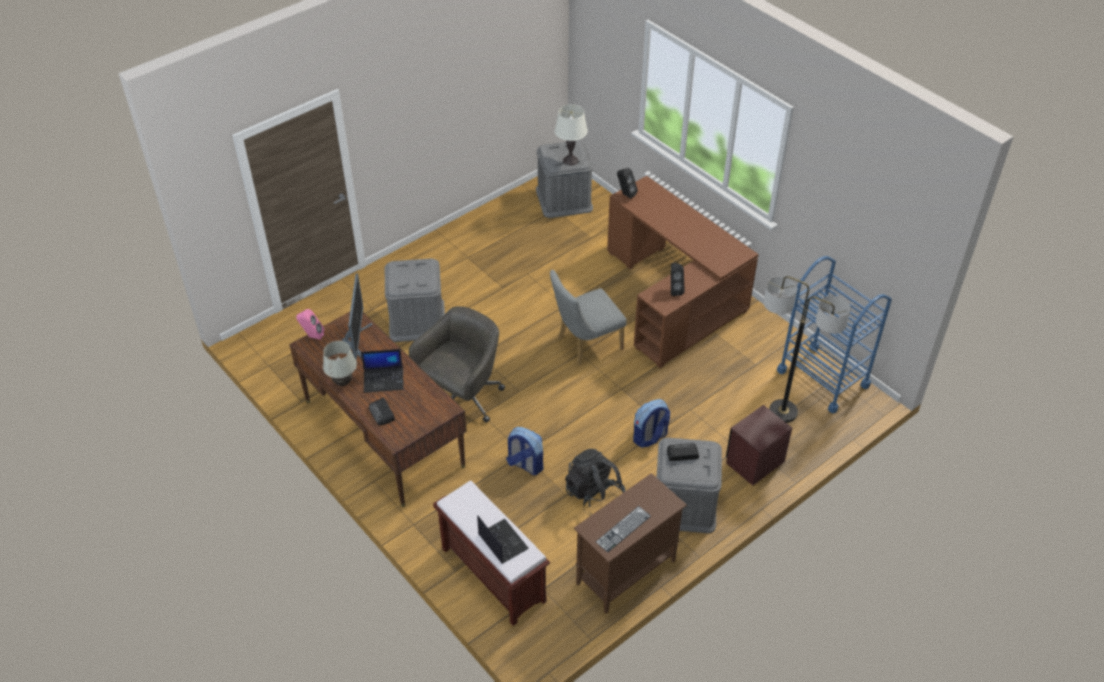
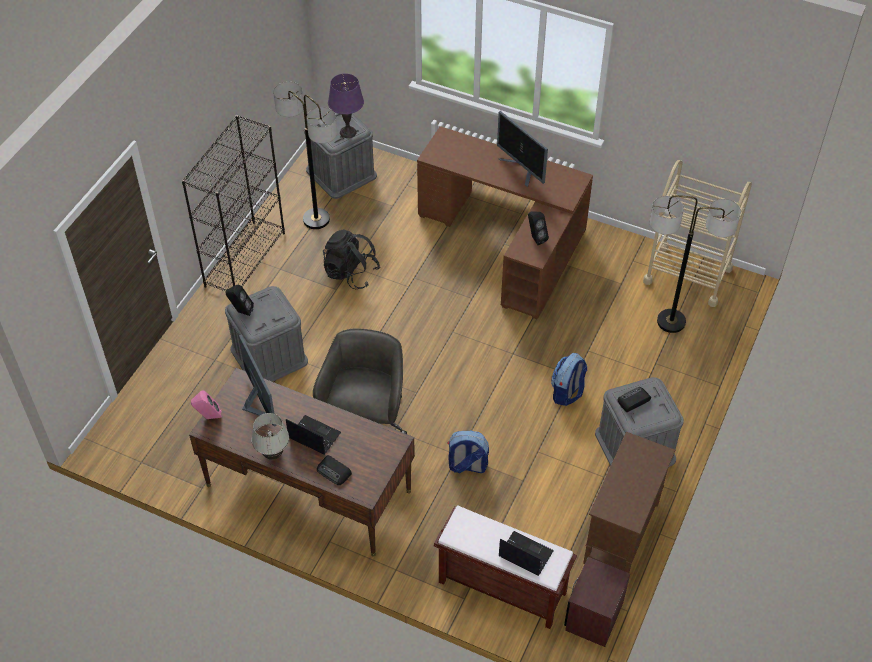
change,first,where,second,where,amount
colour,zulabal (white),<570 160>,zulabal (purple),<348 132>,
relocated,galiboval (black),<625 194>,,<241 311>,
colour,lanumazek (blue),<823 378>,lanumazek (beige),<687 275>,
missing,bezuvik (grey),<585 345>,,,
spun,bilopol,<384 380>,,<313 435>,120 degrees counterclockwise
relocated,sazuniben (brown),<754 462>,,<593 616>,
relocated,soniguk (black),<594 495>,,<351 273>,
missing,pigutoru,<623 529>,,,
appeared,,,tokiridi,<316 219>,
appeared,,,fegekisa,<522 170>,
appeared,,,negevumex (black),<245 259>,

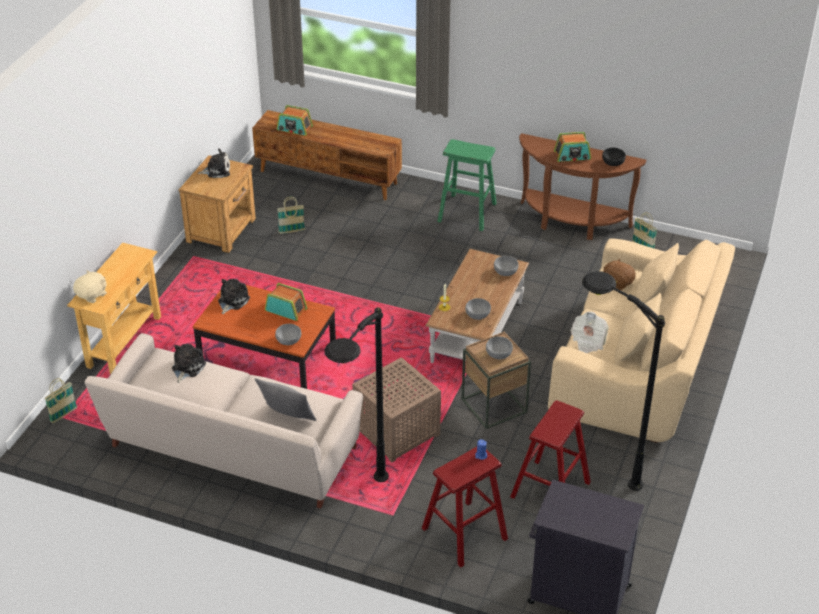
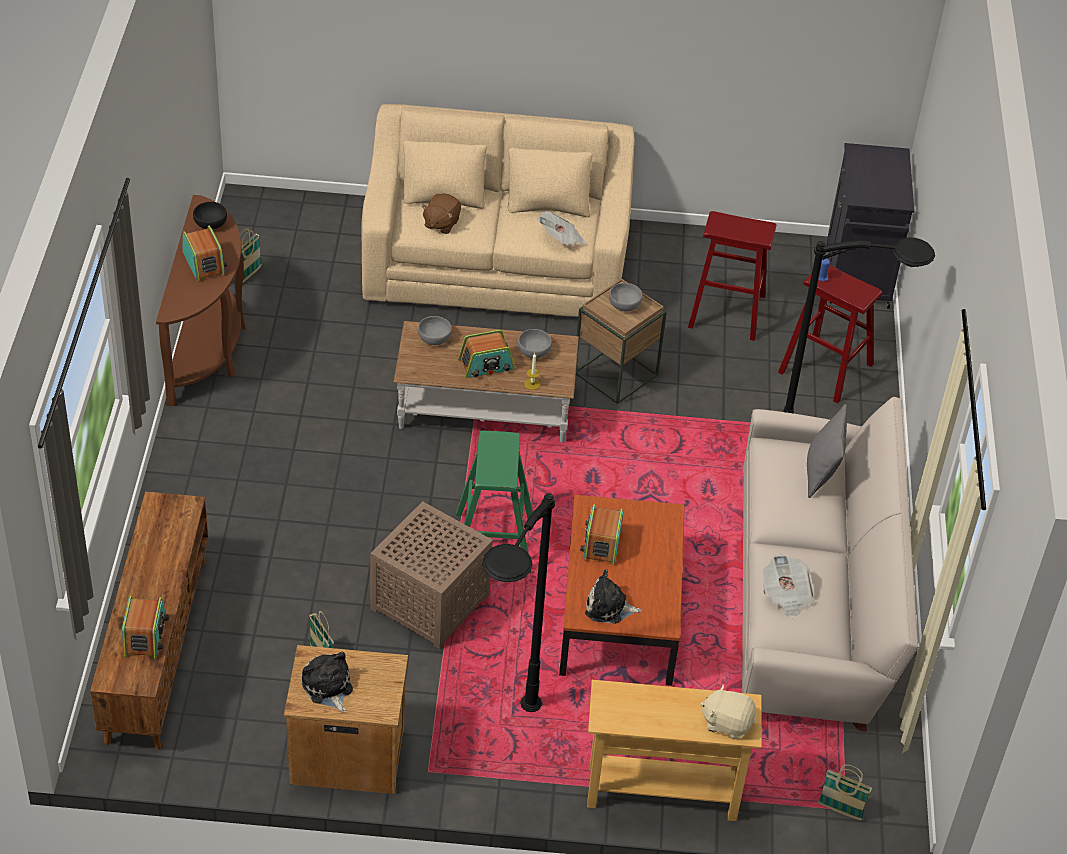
change,first,where,second,where,amount
relocated,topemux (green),<467 212>,,<493 542>,
relocated,tokiridi (black),<595 462>,,<503 754>,
missing,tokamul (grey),<289 340>,,,
exchanged,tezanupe,<187 367>,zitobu,<786 596>,
relocated,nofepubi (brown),<397 430>,,<428 602>,
appeared,,,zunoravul,<486 365>,

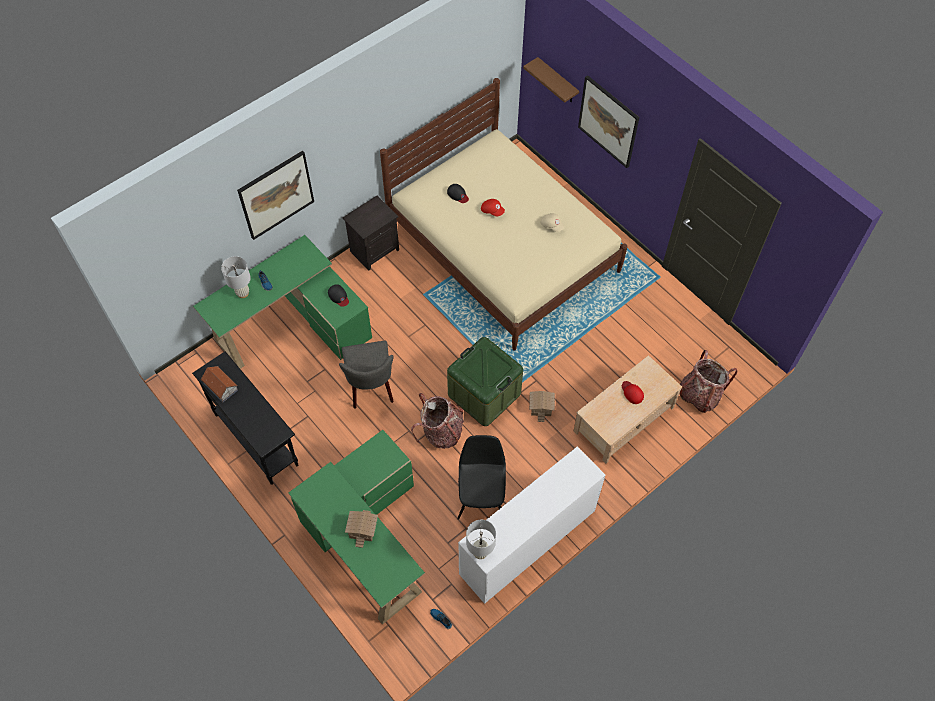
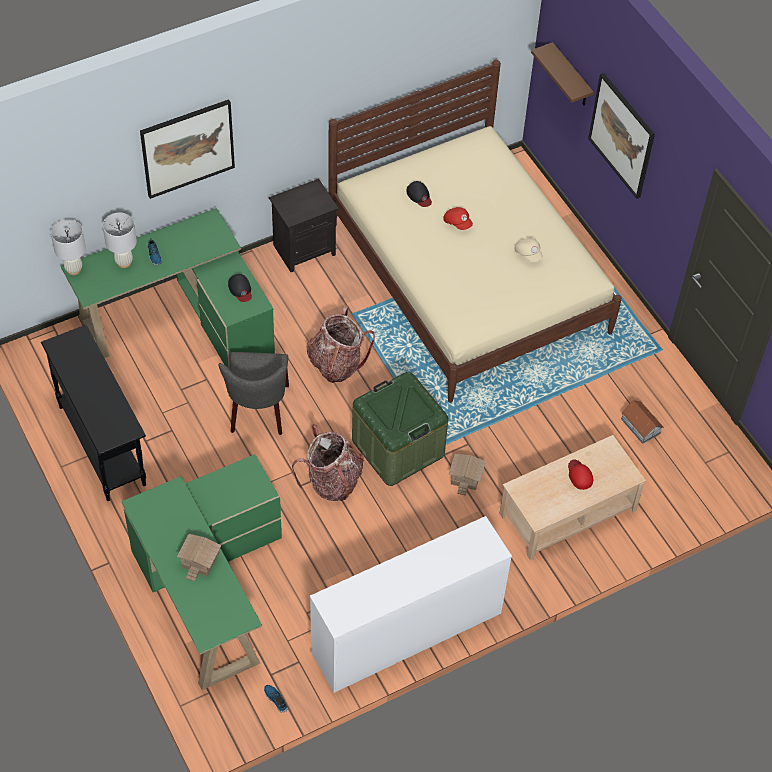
change,first,where,second,where,amount
relocated,soniguk,<700 395>,,<336 363>,
relocated,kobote,<220 386>,,<640 425>,
missing,bezuvik (black),<481 498>,,,
relocated,zulabal (white),<480 552>,,<74 269>,

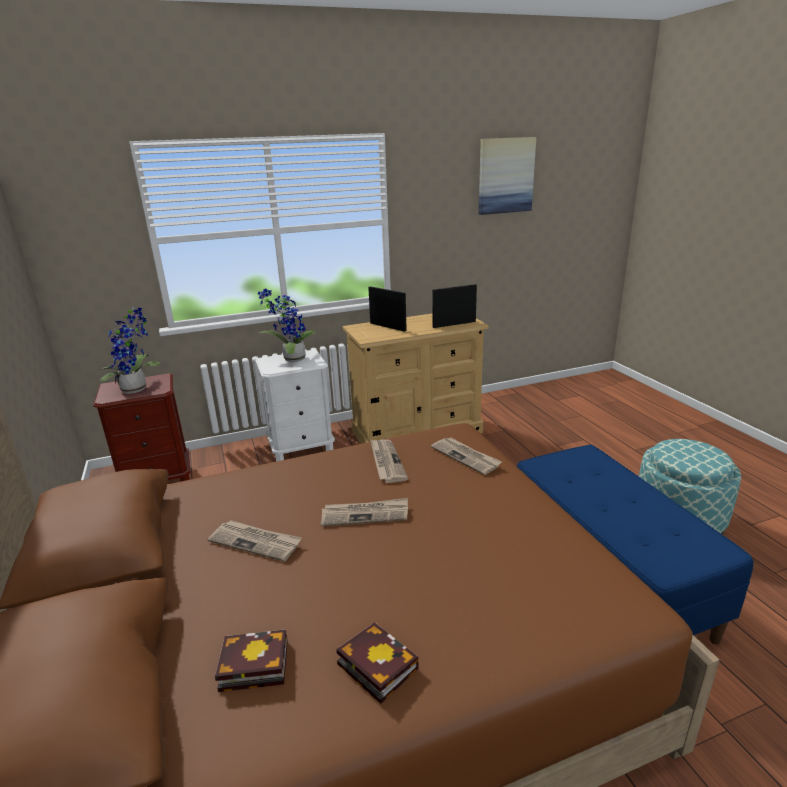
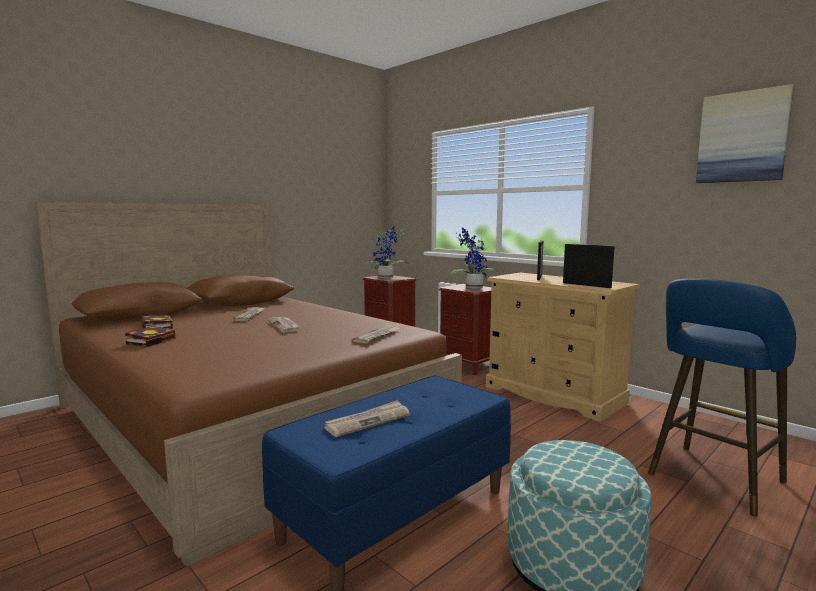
change,first,where,second,where,amount
colour,sazuniben (white),<302 449>,sazuniben (brown),<467 366>,
relocated,zitobu,<386 462>,,<368 421>,
appeared,,,topemux (blue),<713 480>,

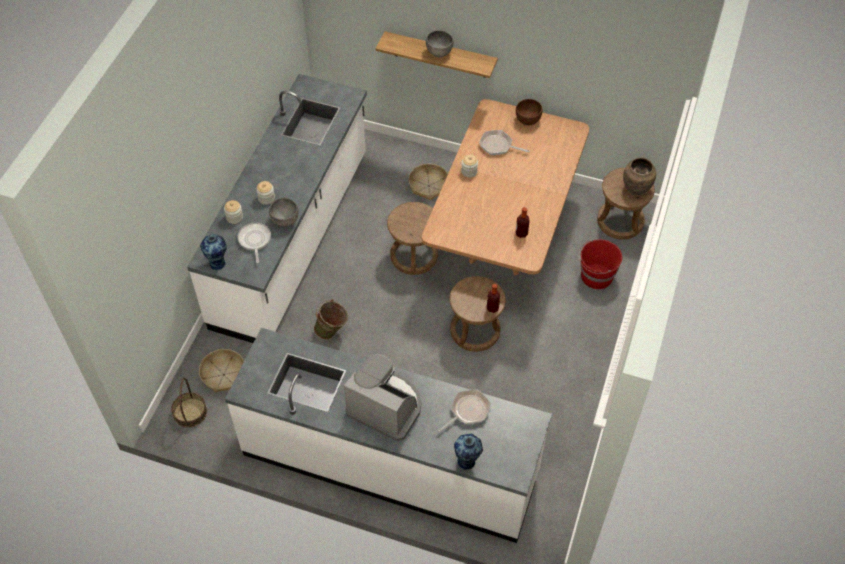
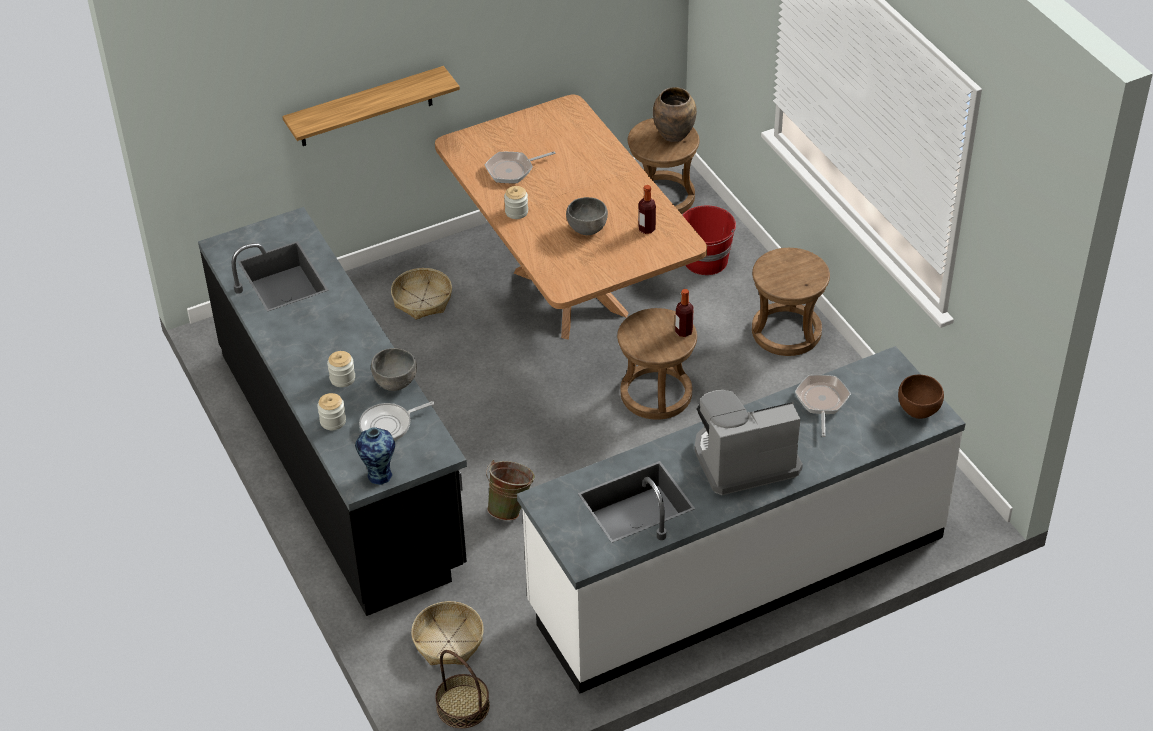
change,first,where,second,where,amount
relocated,tokamul (grey),<439 53>,,<587 229>,
colour,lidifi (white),<293 240>,lidifi (black),<341 458>,
relocated,tokamul (brown),<527 120>,,<918 411>,
relocated,topemux (brown),<414 255>,,<786 332>,
spun,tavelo,<254 240>,,<389 425>,60 degrees counterclockwise
missing,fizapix,<467 462>,,,

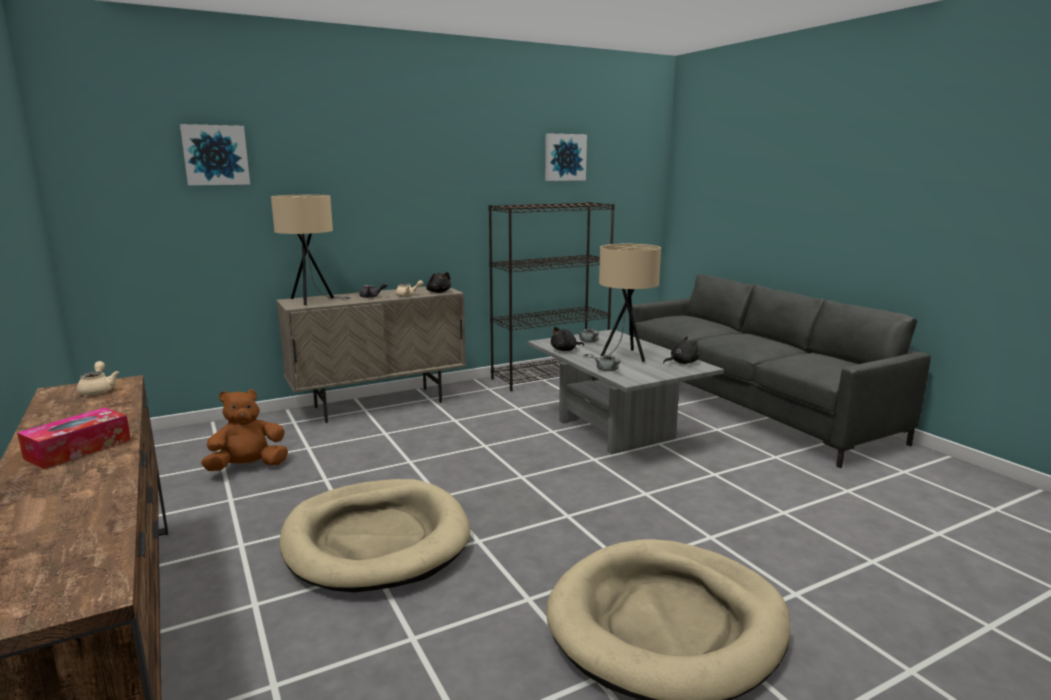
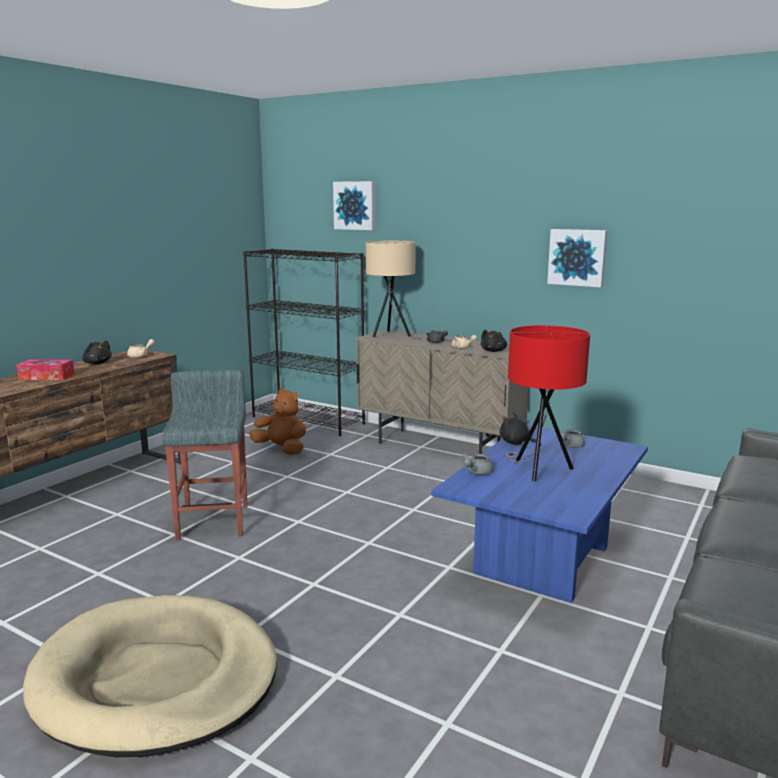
change,first,where,second,where,amount
relocated,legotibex,<564 157>,,<577 257>,
relocated,negevumex (black),<550 376>,,<308 420>,
colour,zulabal (beige),<622 357>,zulabal (red),<538 470>,
colour,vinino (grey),<615 429>,vinino (blue),<542 560>,
relocated,tezanupe (black),<682 363>,,<97 363>,
exchanged,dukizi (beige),<376 540>,topemux (grey),<214 521>,

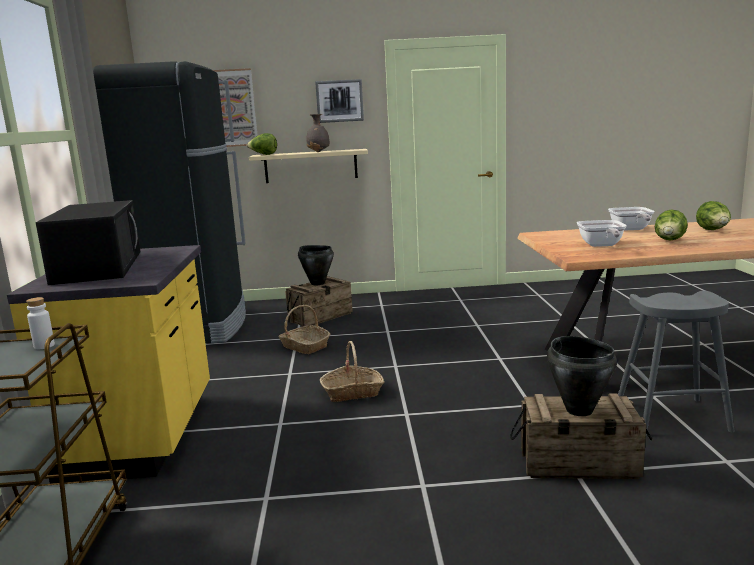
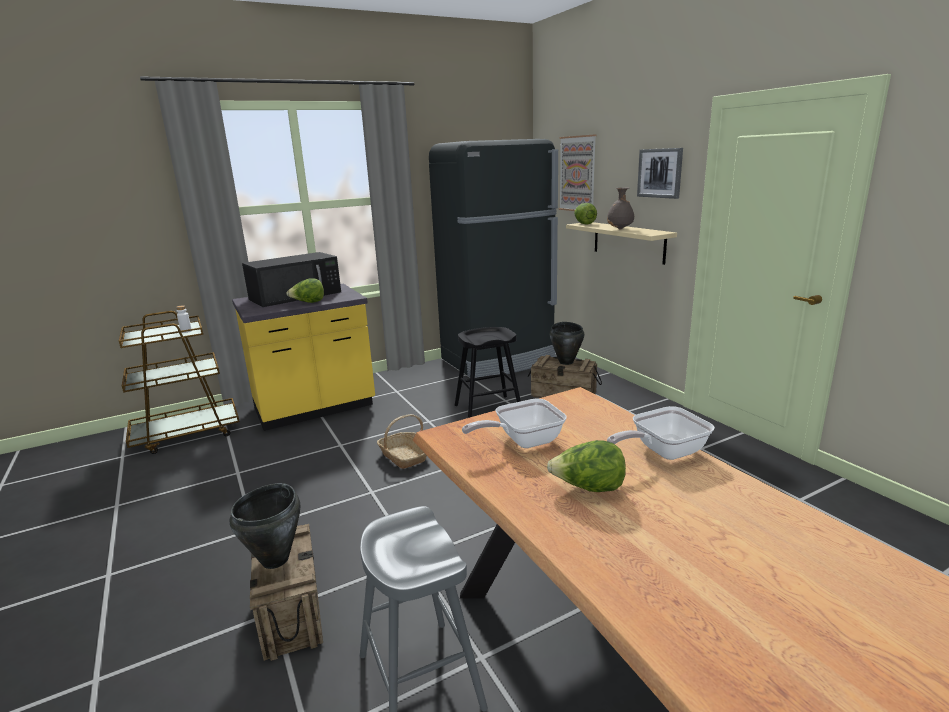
change,first,where,second,where,amount
relocated,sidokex,<713 230>,,<308 303>,
exchanged,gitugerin,<304 346>,topemux (black),<488 409>,

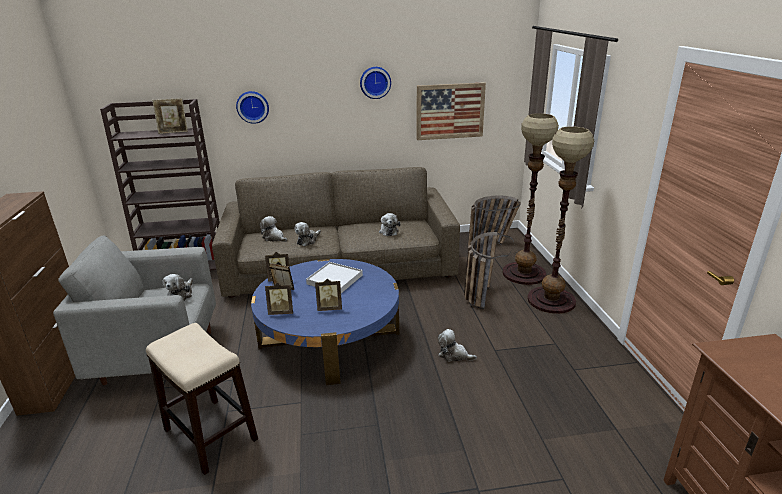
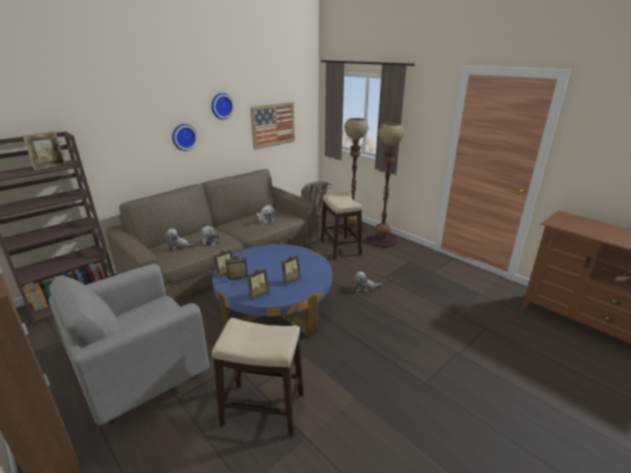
change,first,where,second,where,amount
relocated,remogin,<252 107>,,<183 137>,
exchanged,gitugerin,<481 293>,topemux,<340 248>,
missing,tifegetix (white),<335 279>,,,
missing,tezanupe,<181 295>,,,

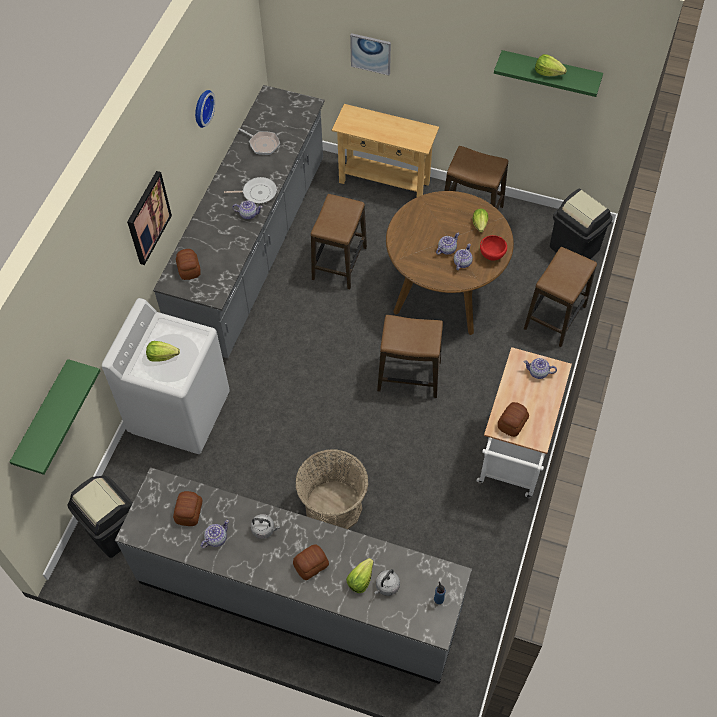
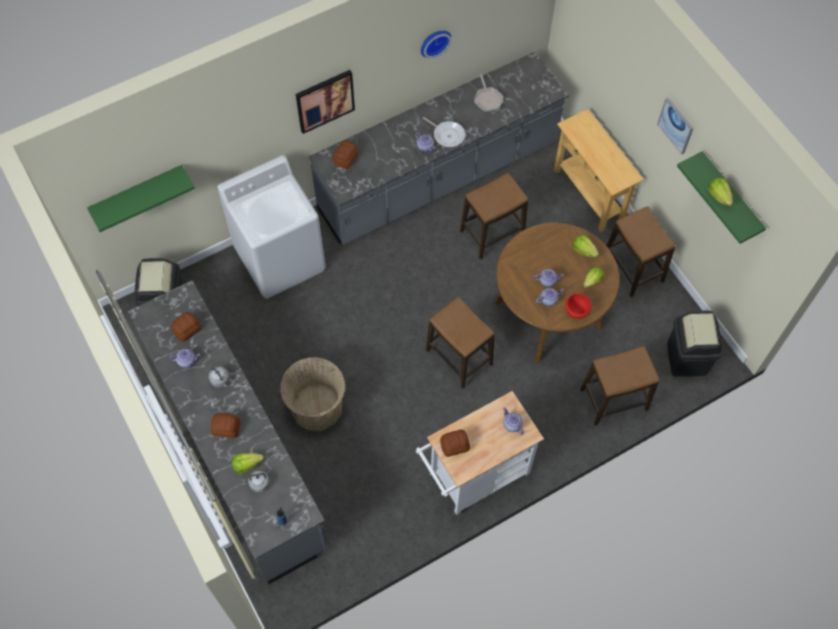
change,first,where,second,where,amount
relocated,legotibex,<370 53>,,<676 125>,
relocated,sidokex,<162 356>,,<584 250>,

